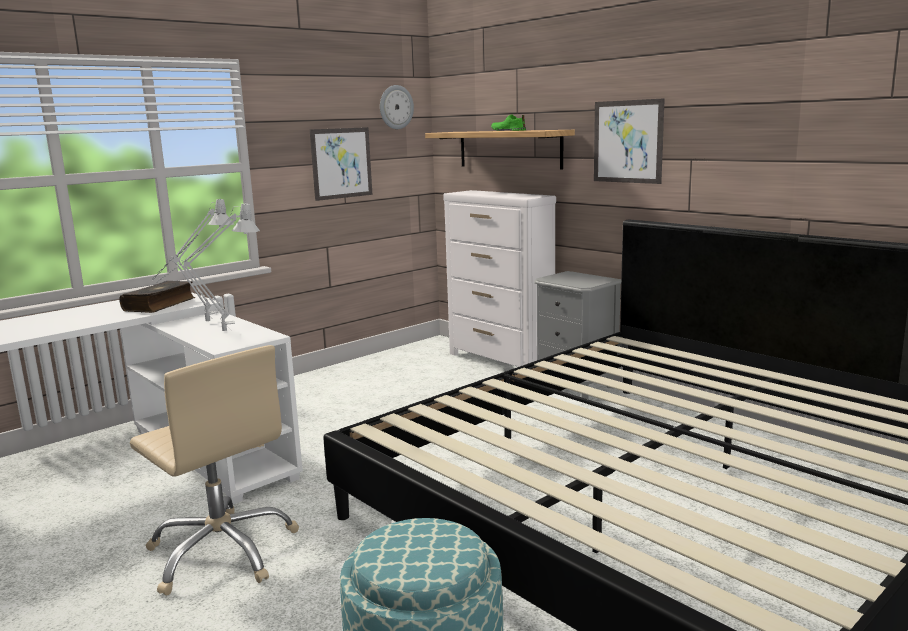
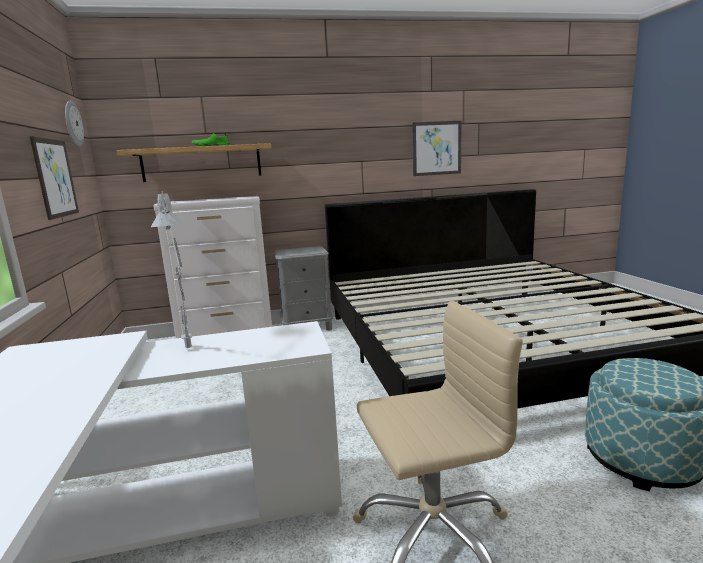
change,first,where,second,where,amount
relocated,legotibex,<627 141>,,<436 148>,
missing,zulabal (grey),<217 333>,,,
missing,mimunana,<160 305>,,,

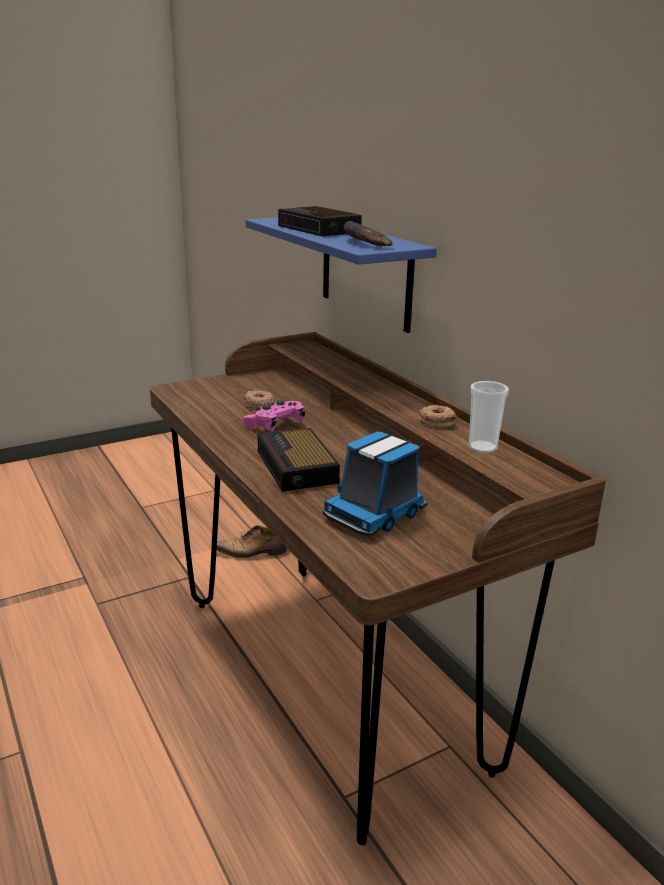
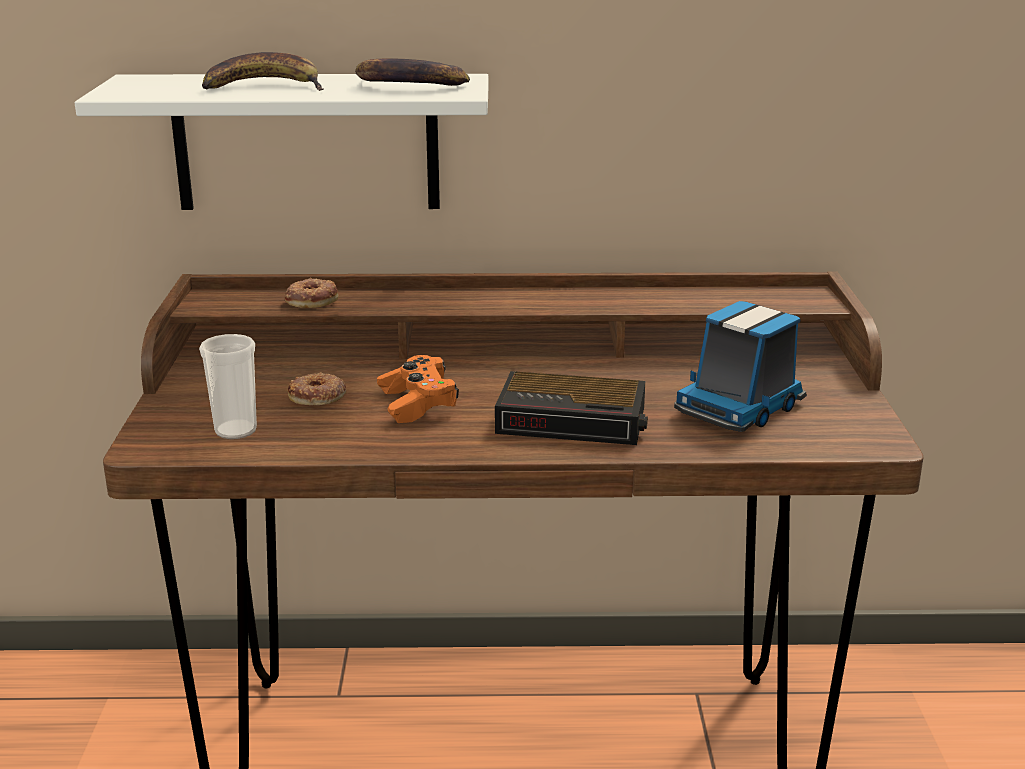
change,first,where,second,where,amount
exchanged,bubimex,<320 229>,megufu,<265 87>,
colour,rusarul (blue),<365 272>,rusarul (white),<306 142>,
relocated,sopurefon,<482 448>,,<236 430>,
colour,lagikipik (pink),<275 426>,lagikipik (orange),<417 404>,
relocated,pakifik,<437 420>,,<311 299>,
spun,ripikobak,<376 514>,,<740 408>,60 degrees clockwise
missing,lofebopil,<253 552>,,,

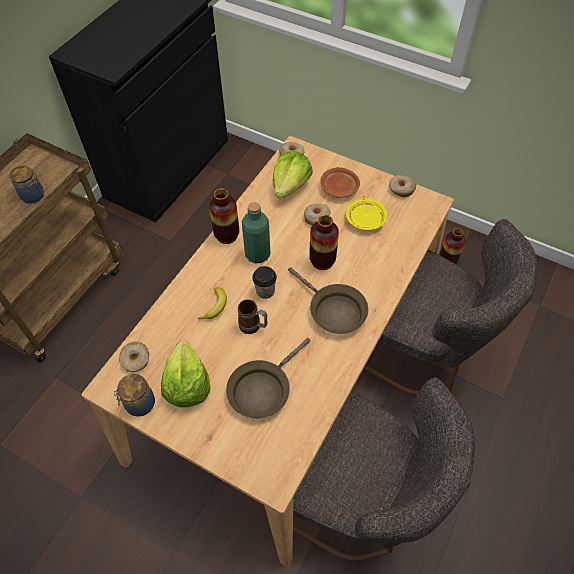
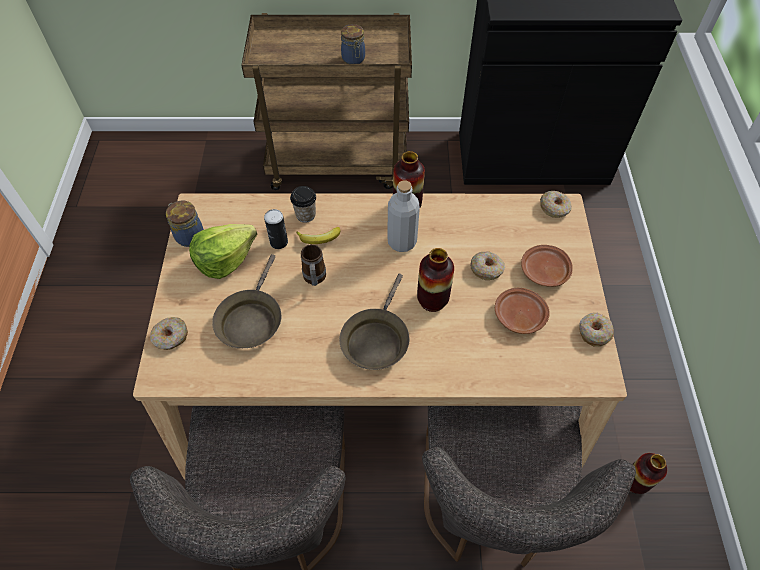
change,first,where,second,where,amount
missing,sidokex,<290 185>,,,
colour,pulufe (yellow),<365 220>,pulufe (brown),<518 315>,
colour,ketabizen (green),<257 254>,ketabizen (grey),<402 242>,
relocated,sopurefon,<265 291>,,<305 215>,
spun,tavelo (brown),<262 389>,,<251 319>,90 degrees counterclockwise
relocated,pakifik,<136 360>,,<171 337>,
appeared,,,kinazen,<279 242>,

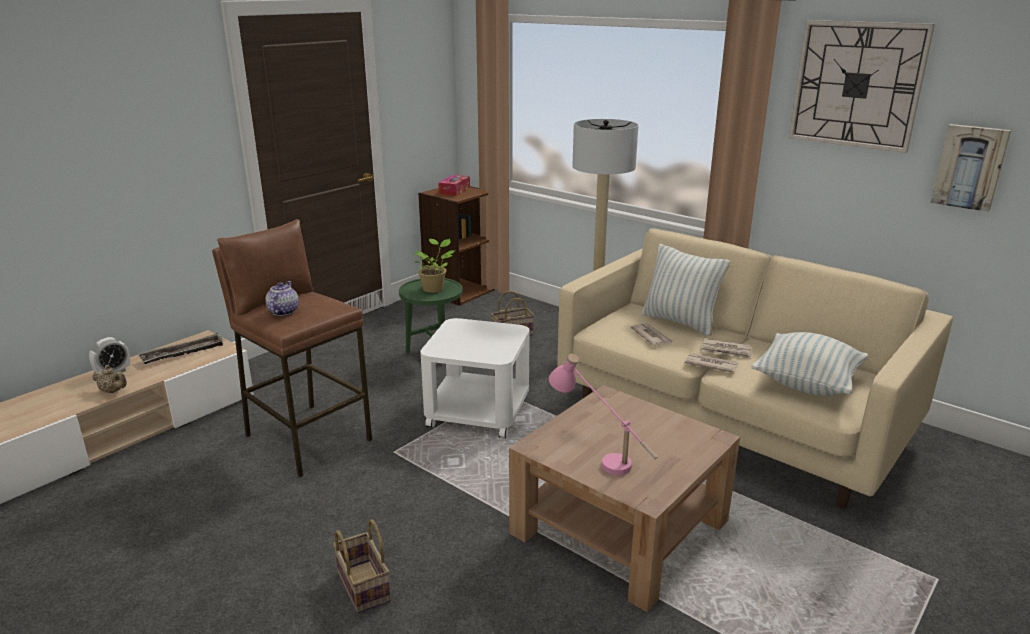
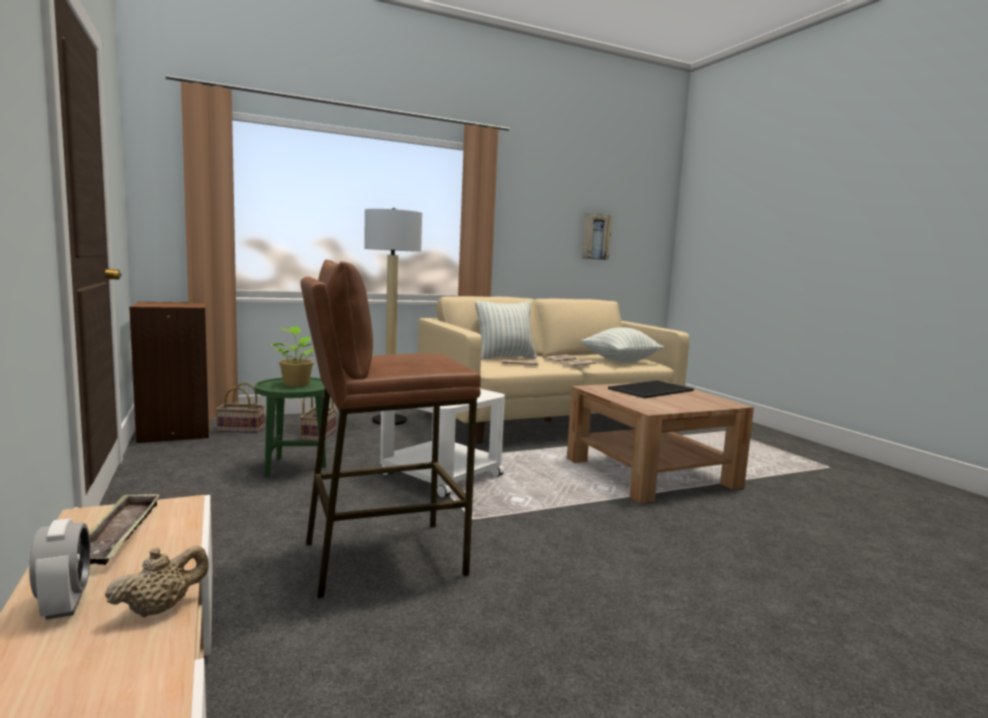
change,first,where,second,where,amount
missing,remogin,<856 85>,,,
missing,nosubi,<454 191>,,,
missing,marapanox,<283 311>,,,
missing,zulabal (pink),<599 457>,,,
relocated,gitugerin,<361 586>,,<240 430>,
appeared,,,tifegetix,<650 389>,

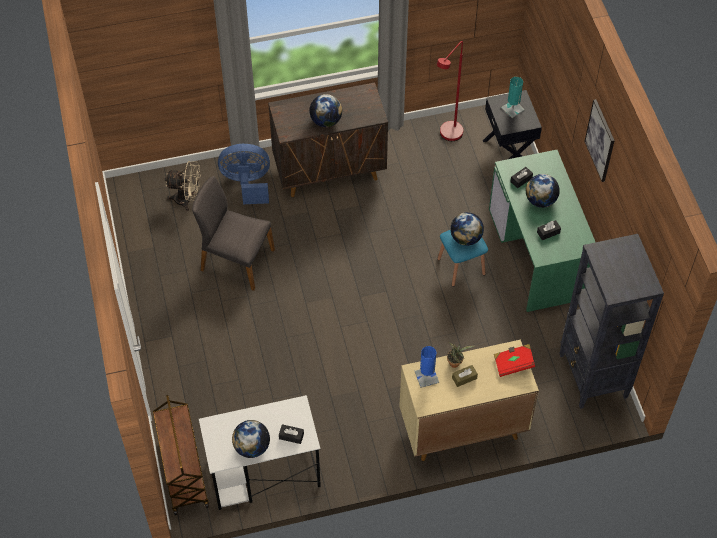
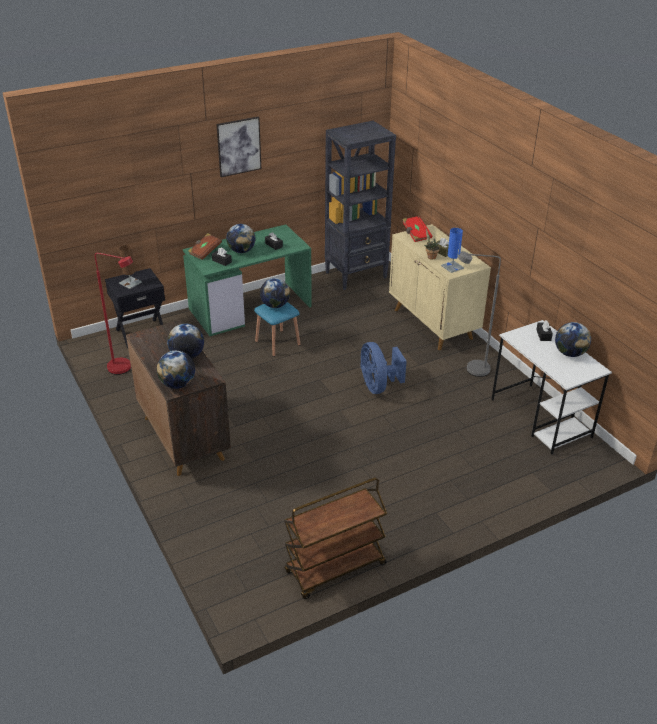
change,first,where,second,where,amount
colour,zulabal (turquoise),<512 109>,zulabal (brown),<130 283>,
relocated,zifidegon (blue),<247 184>,,<378 386>,
missing,zifidegon (beige),<187 200>,,,
missing,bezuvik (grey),<236 260>,,,
relocated,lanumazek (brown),<183 473>,,<335 569>,
appeared,,,mimunana (brown),<205 252>,
appeared,,,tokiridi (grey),<471 369>,
appeared,,,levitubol,<177 384>,

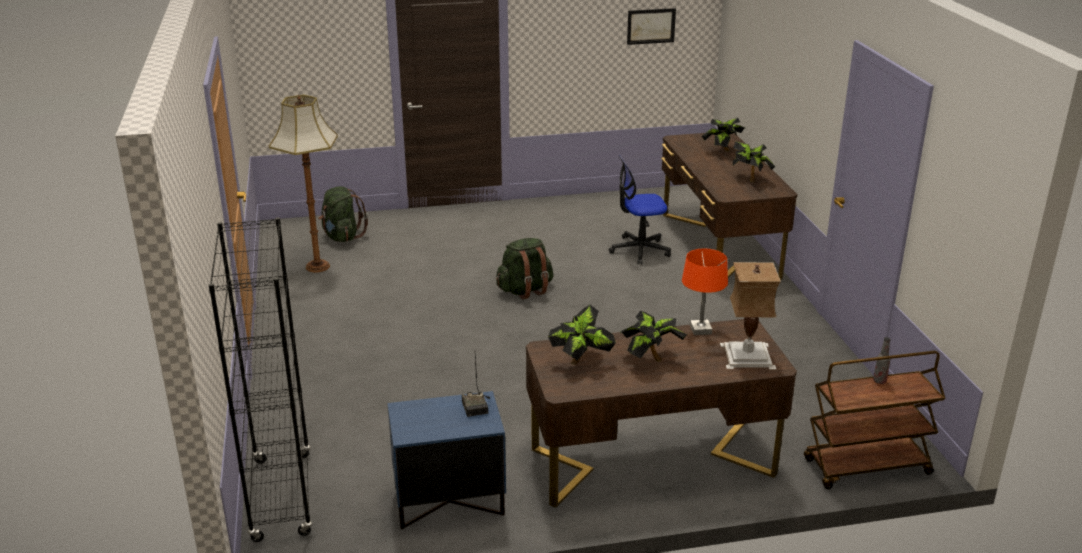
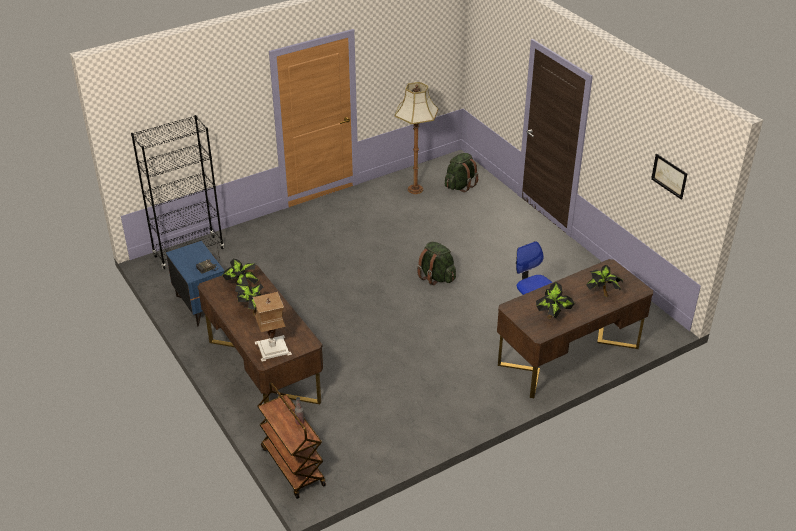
change,first,where,second,where,amount
missing,zulabal (orange),<700 330>,,,

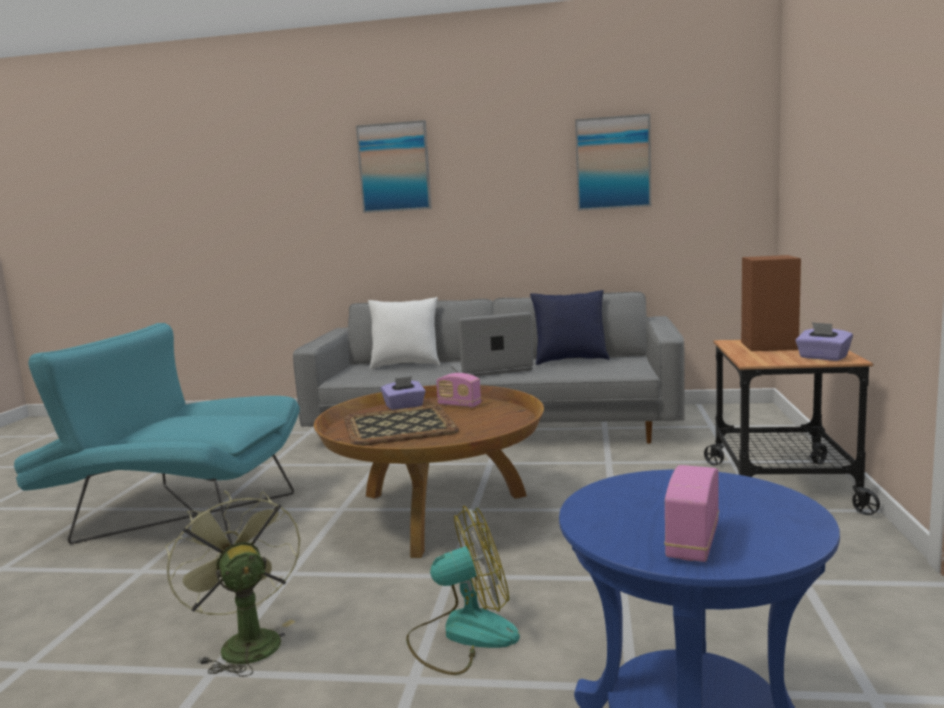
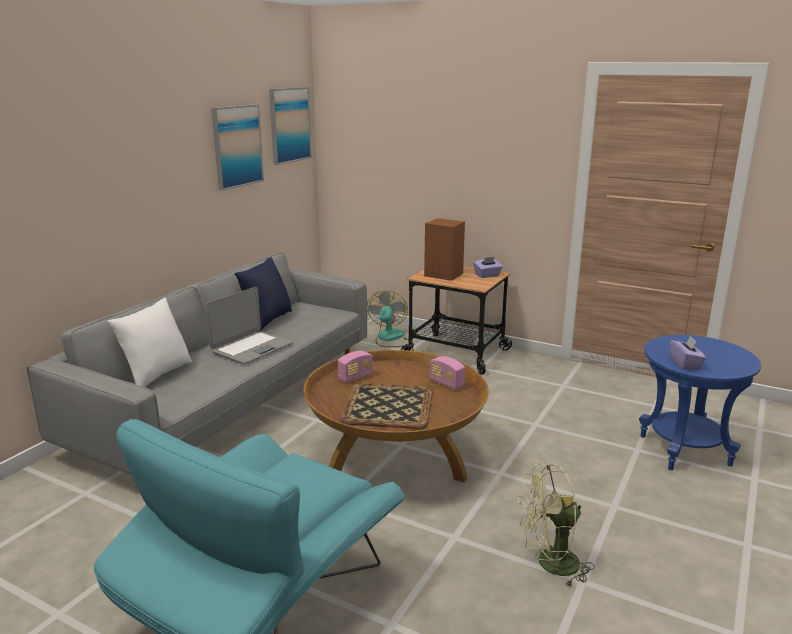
change,first,where,second,where,amount
relocated,legotibex,<394 167>,,<289 125>,
spun,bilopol,<491 369>,,<252 348>,150 degrees counterclockwise
relocated,nosubi (purple),<404 406>,,<685 364>,
relocated,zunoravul,<692 542>,,<446 384>,
relocated,zifidegon,<462 635>,,<390 339>,

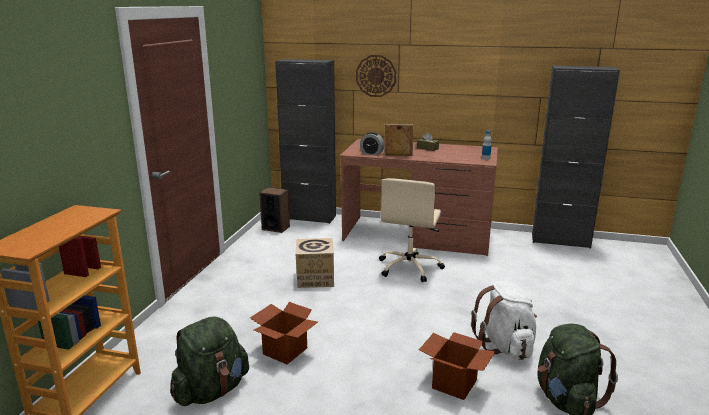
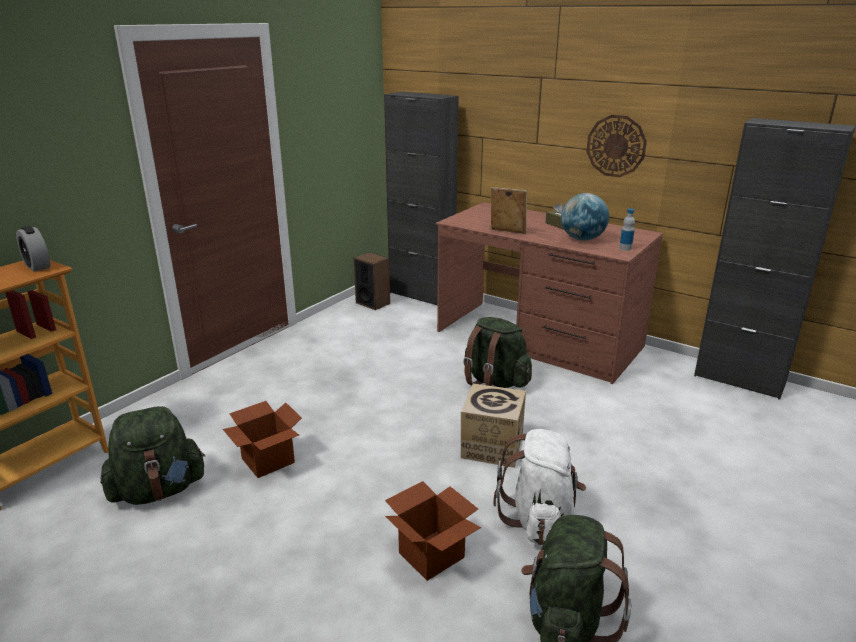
change,first,where,second,where,amount
relocated,remogin,<376 76>,,<616 146>,
relocated,bubimex,<372 153>,,<37 266>,
exchanged,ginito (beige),<410 267>,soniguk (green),<494 382>,
relocated,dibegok,<315 278>,,<491 447>,
appeared,,,levitubol,<582 239>,

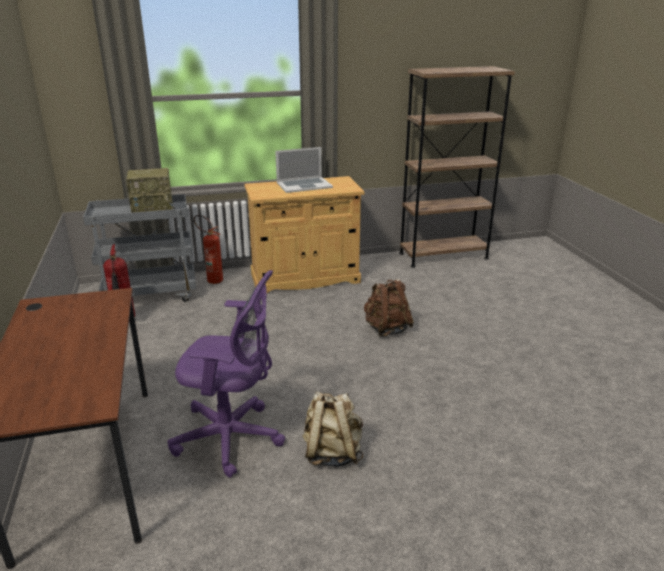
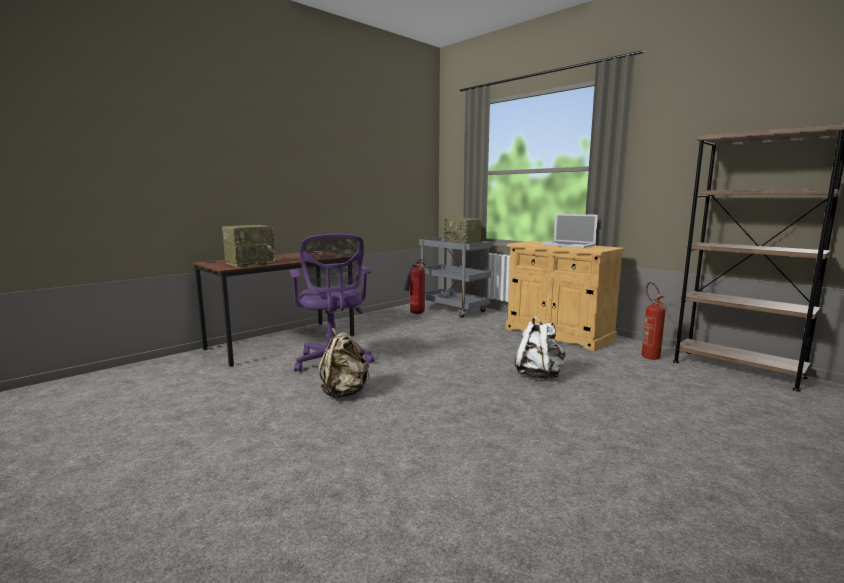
change,first,where,second,where,amount
relocated,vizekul,<212 280>,,<648 355>,
colour,soniguk (brown),<386 329>,soniguk (white),<538 375>,
appeared,,,zunoravul,<251 263>,

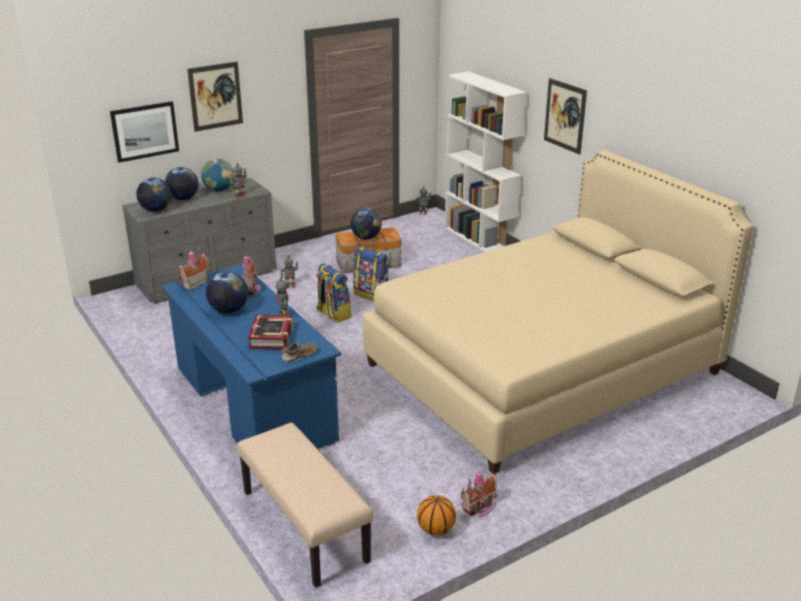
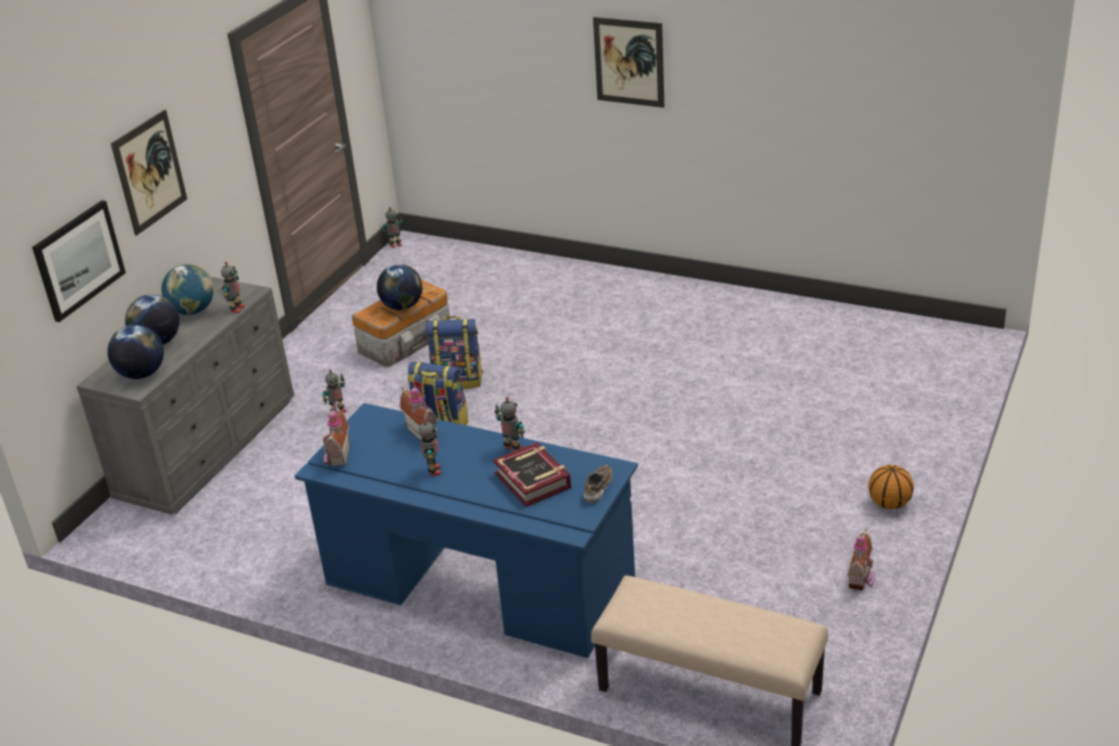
change,first,where,second,where,amount
missing,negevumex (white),<479 240>,,,
missing,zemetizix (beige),<542 368>,,,
exchanged,levitubol,<228 310>,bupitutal,<433 471>,
relocated,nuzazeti,<436 529>,,<889 503>,

